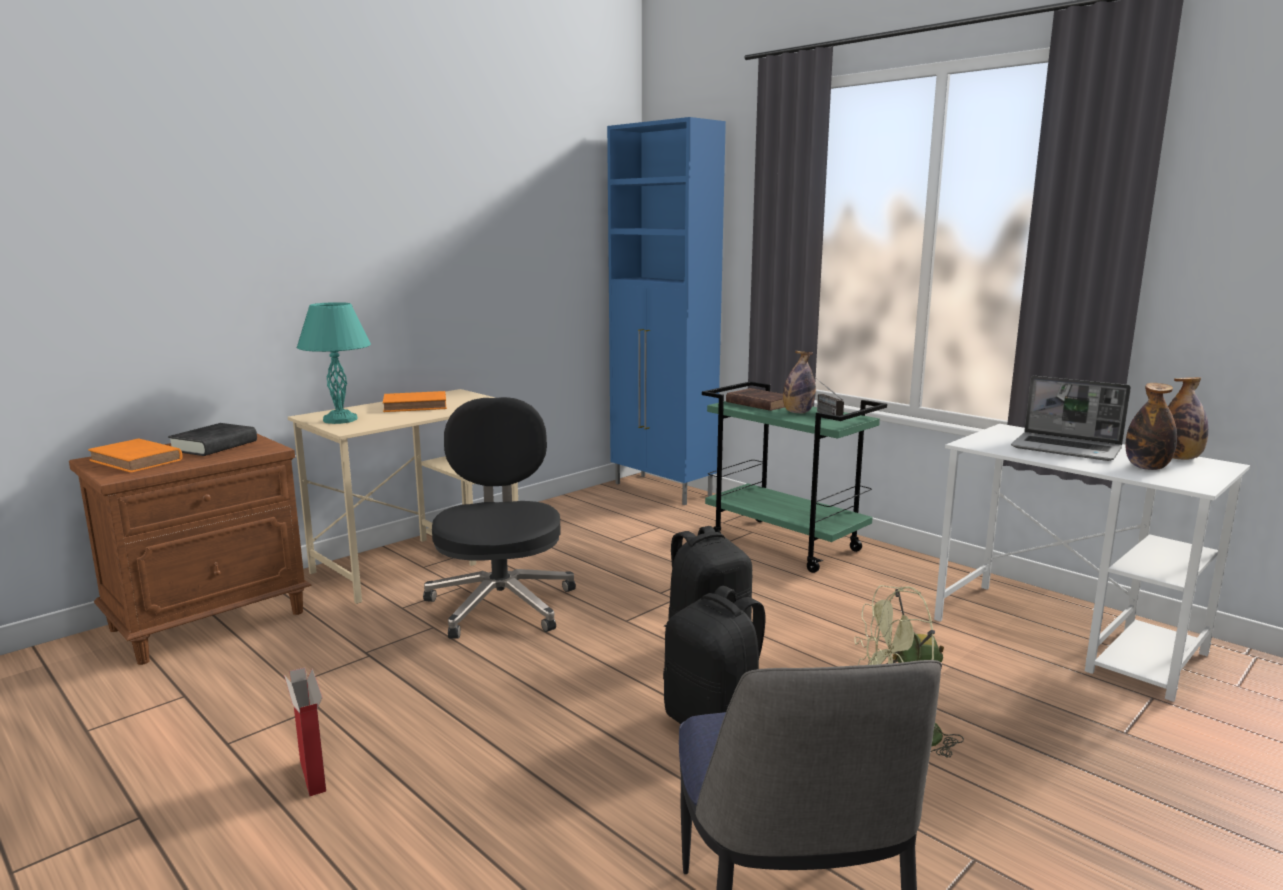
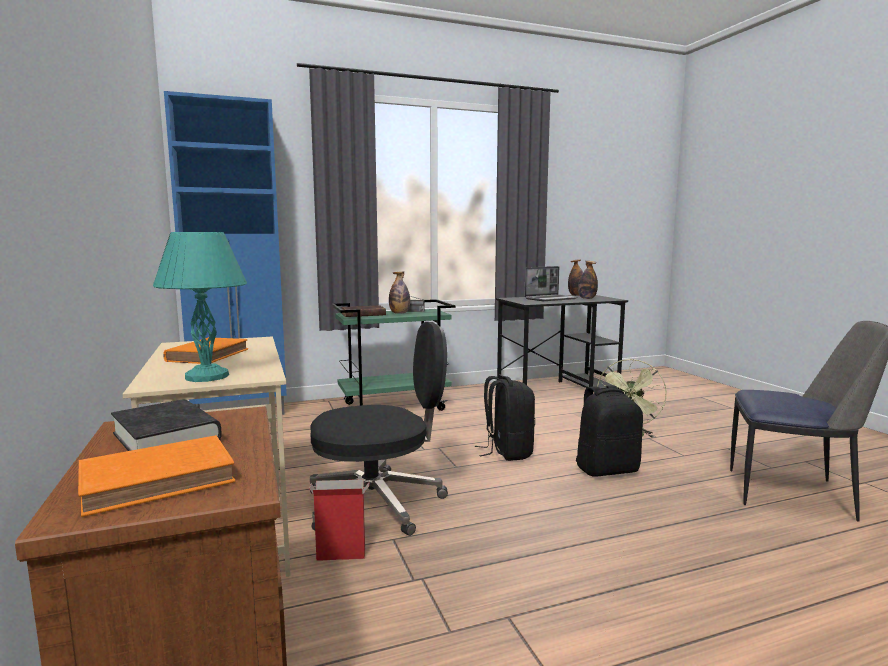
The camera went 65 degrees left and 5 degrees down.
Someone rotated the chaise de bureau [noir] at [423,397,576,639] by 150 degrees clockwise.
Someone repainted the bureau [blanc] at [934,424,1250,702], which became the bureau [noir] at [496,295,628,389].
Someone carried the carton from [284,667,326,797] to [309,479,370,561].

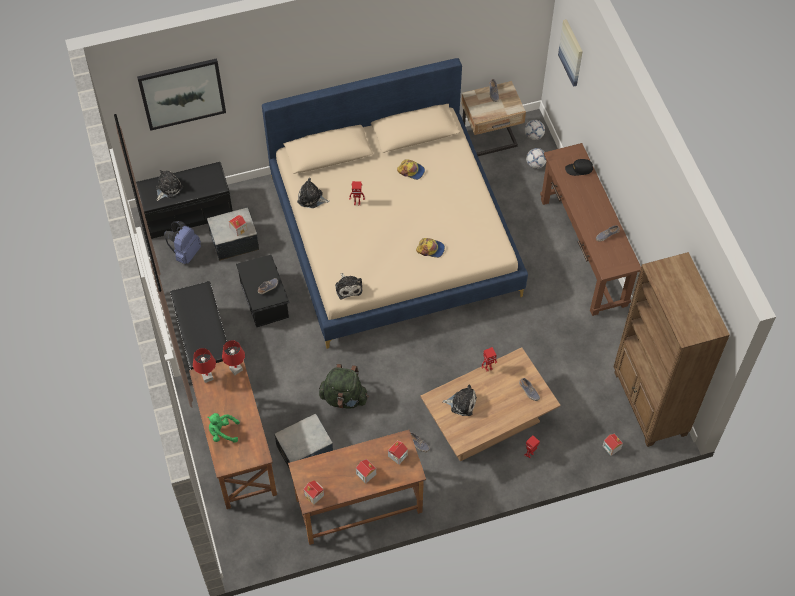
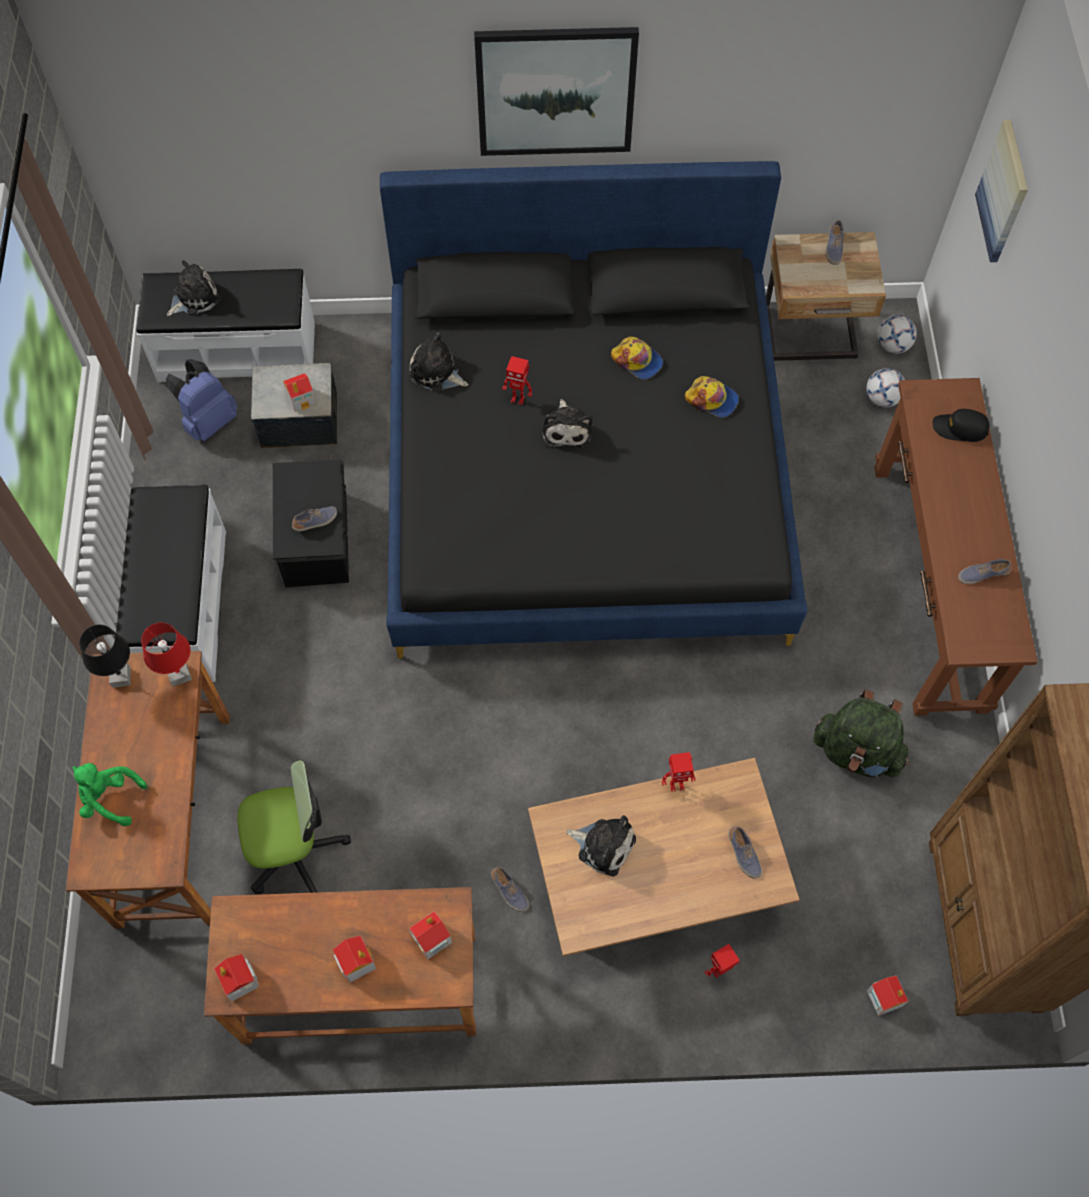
The camera went 15 degrees right and 5 degrees up.
Someone carried the tableau from [137,58,226,131] to [474,27,639,156].
Someone repainted the lit [beige] at [262,58,528,349], which became the lit [noir] at [380,161,807,658].
Someone repainted the banc [noir] at [136,162,233,239], which became the banc [blanc] at [136,269,315,382].
Someone carried the casquette from [416,238,445,258] to [685,376,739,418].
Someone carried the peluche from [335,273,363,299] to [542,399,592,448].
Someone repainted the lampe de table [rouge] at [193,348,216,383], which became the lampe de table [noir] at [79,625,131,688].
Someone carried the sac à dos [vert] from [319,364,369,409] to [813,689,910,777].
Someone swapped the boîte de rangement at [274,414,333,468] for the chaise de bureau at [237,760,351,894].

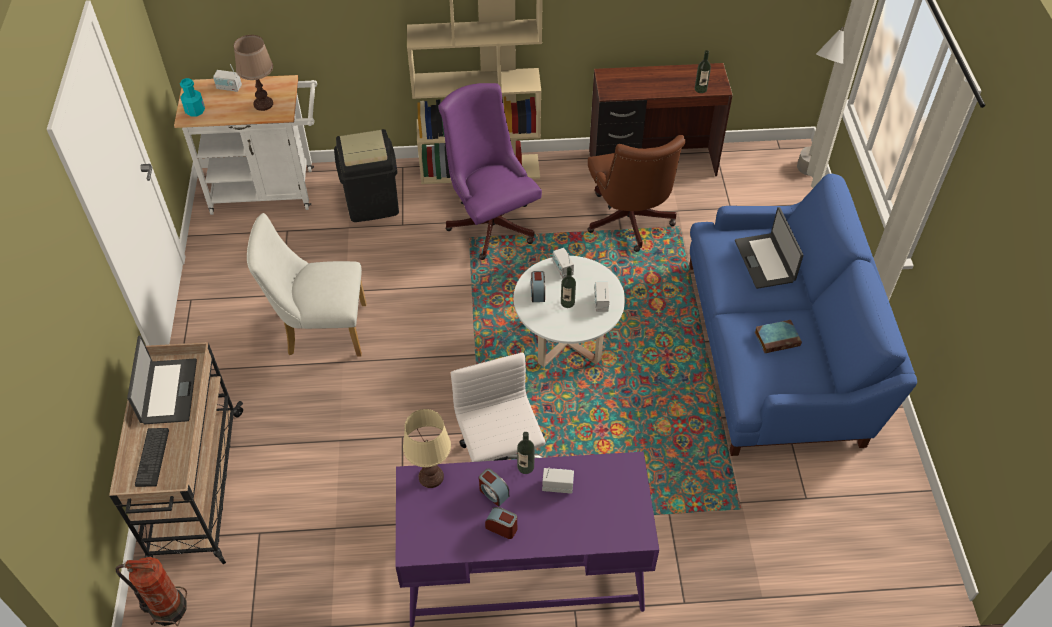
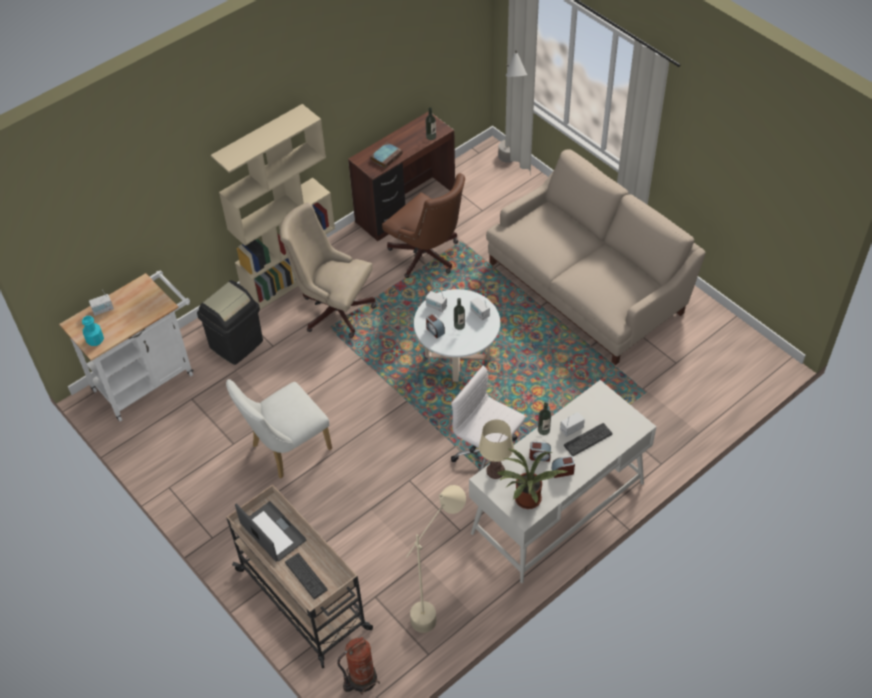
The camera went 35 degrees left and 0 degrees up.
Someone took away the lampe de table [marron] at [234,35,273,111].
Someone repainted the chaise de bureau [violet] at [438,83,542,260], which became the chaise de bureau [beige] at [280,202,376,338].
Someone repainted the canapé [bleu] at [689,174,917,456], which became the canapé [beige] at [486,149,706,365].
Someone took away the ordinateur portable at [735,207,804,289].
Someone carried the livre from [755,320,802,353] to [371,142,402,168].
Someone repainted the bureau [violet] at [396,452,659,627], which became the bureau [blanc] at [469,380,657,583].
Someone put down the clavier at [564,423,612,456].
Someone put down the plante en pot at [497,449,568,509].
Someone put down the lampadaire [beige] at [406,485,466,633].

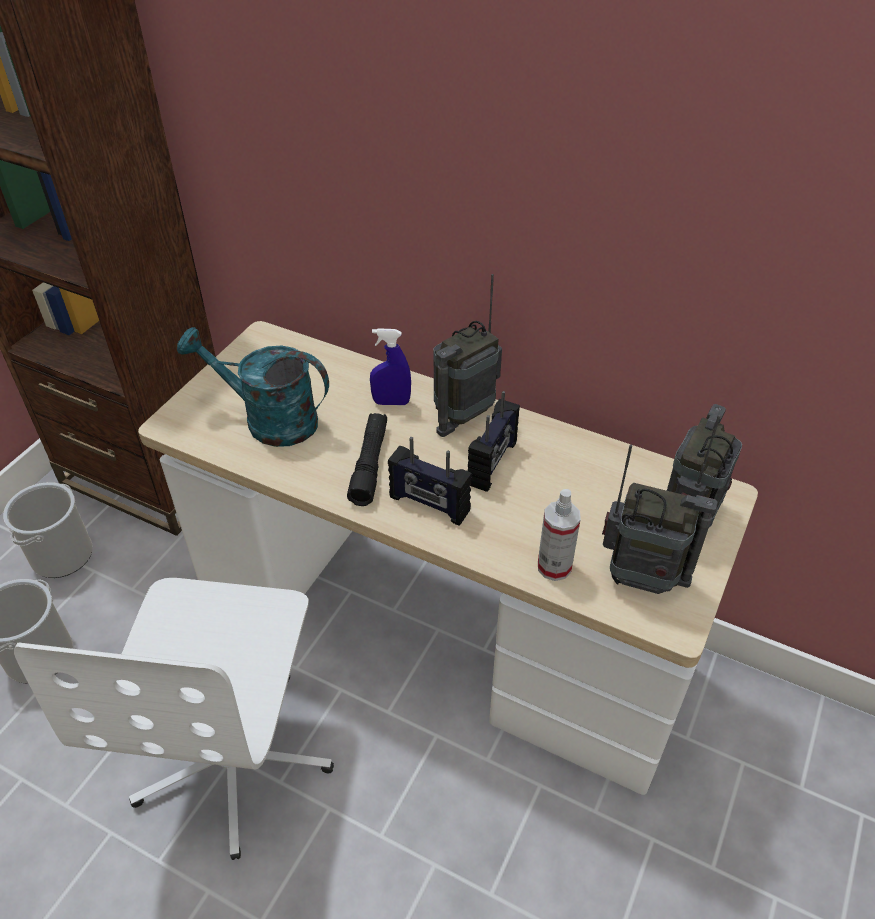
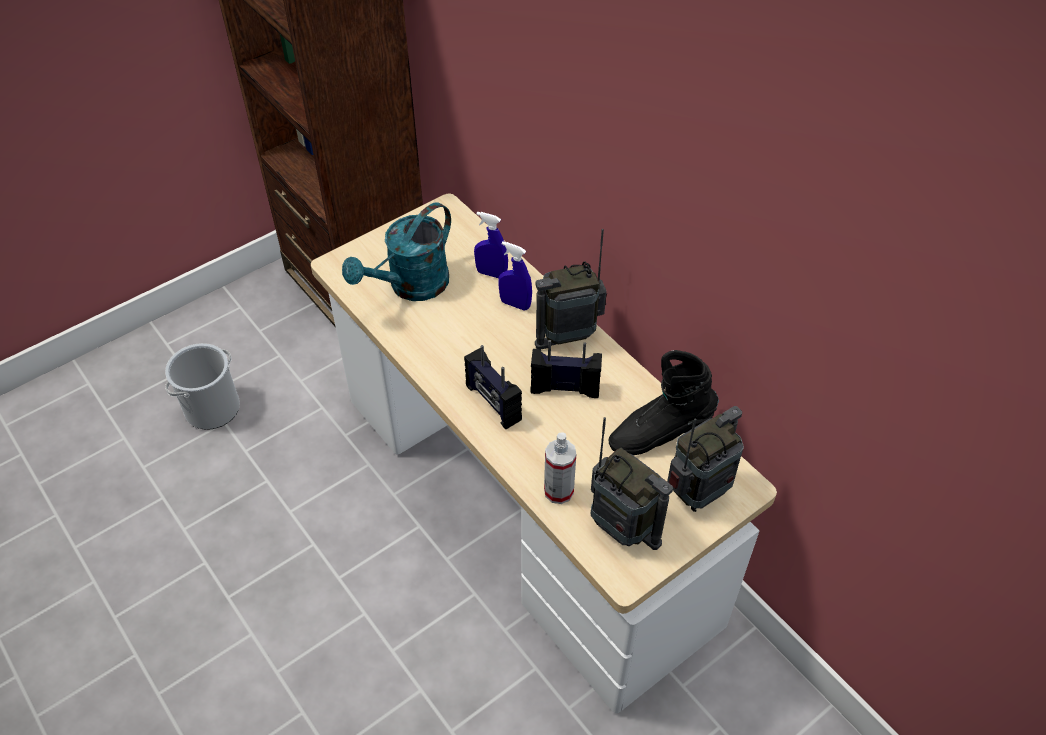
The camera went 25 degrees right and 5 degrees up.
Someone rotated the arrosoir [turquoise] at [177,327,329,447] by 90 degrees counterclockwise.
Someone rotated the radio at [468,391,520,492] by 135 degrees counterclockwise.
Someone took away the lampe de poche [noir] at [347,413,387,506].
Someone took away the seau at [3,482,93,578].
Someone took away the chaise de bureau [blanc] at [14,578,334,860].
Someone put down the vaporisateur [bleu] at [474,212,508,278].
Someone put down the botte [noir] at [608,350,719,455].

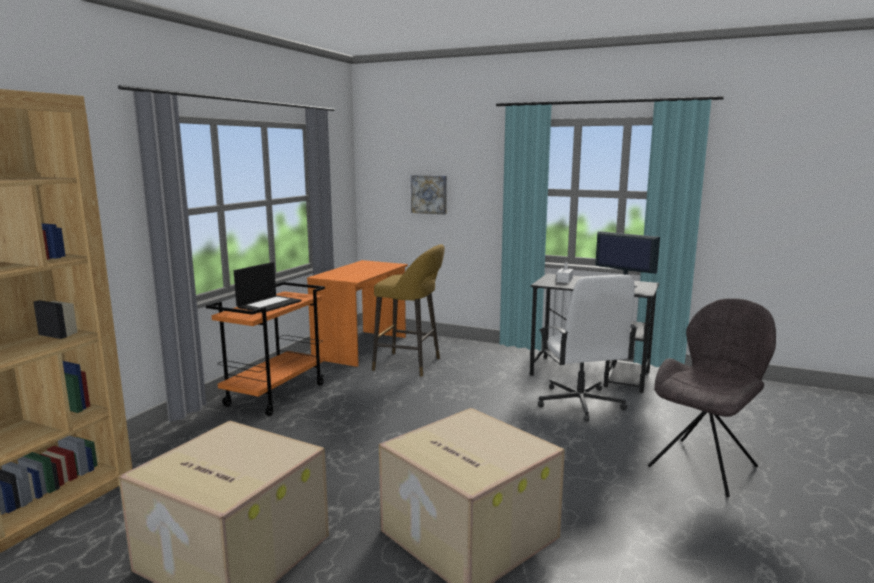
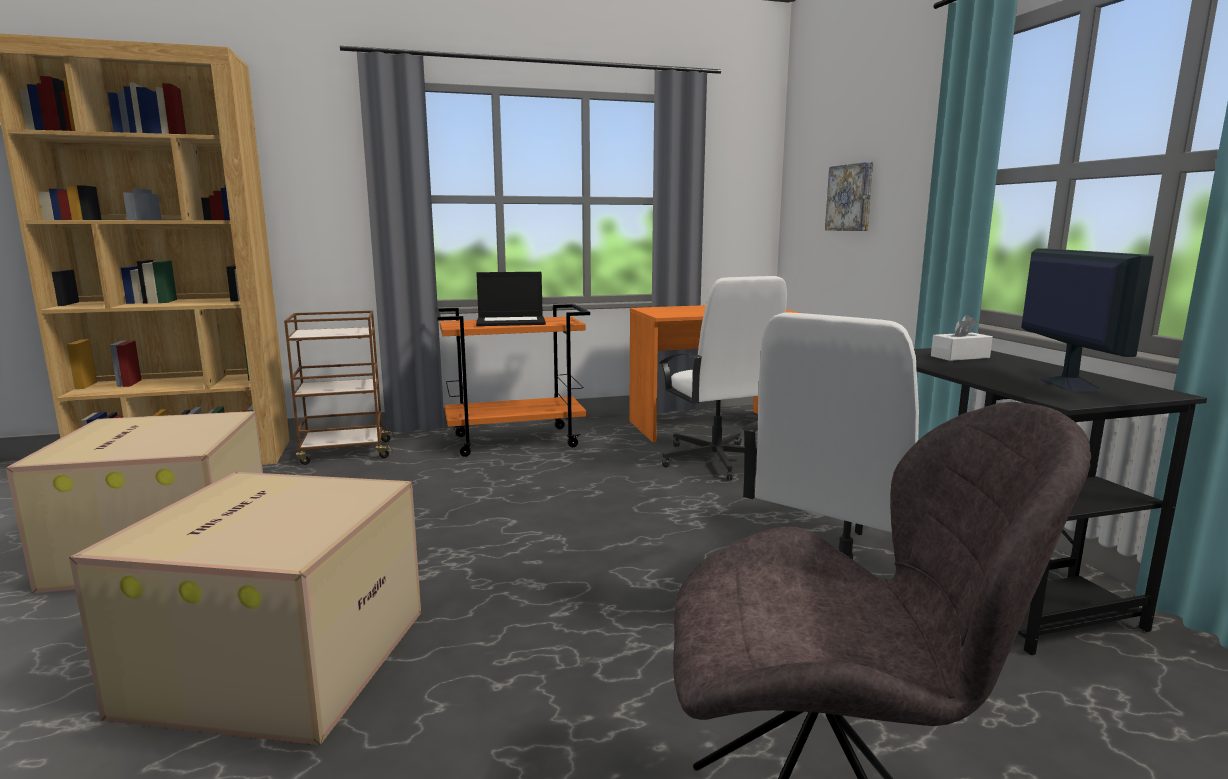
The camera went 50 degrees right and 0 degrees up.
Someone swapped the tabouret [jaune] at [372,244,445,377] for the chaise de bureau [blanc] at [660,276,787,480].
Someone put down the chariot [marron] at [284,311,395,465].

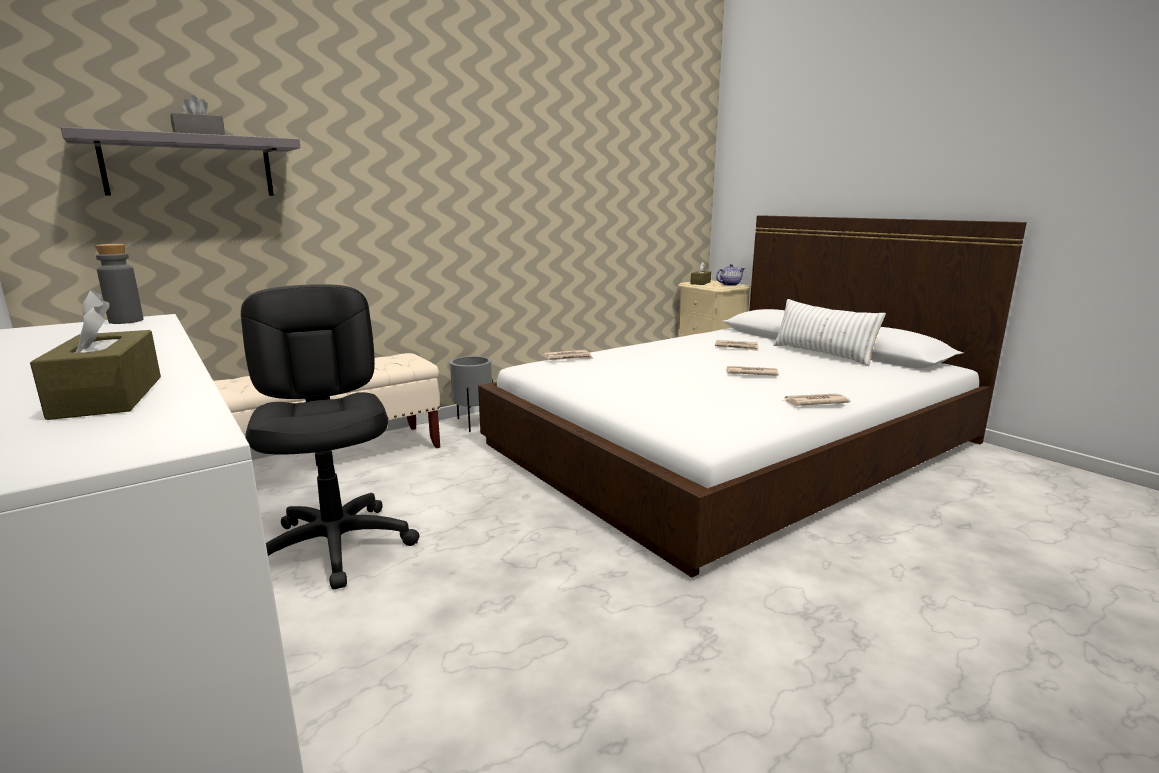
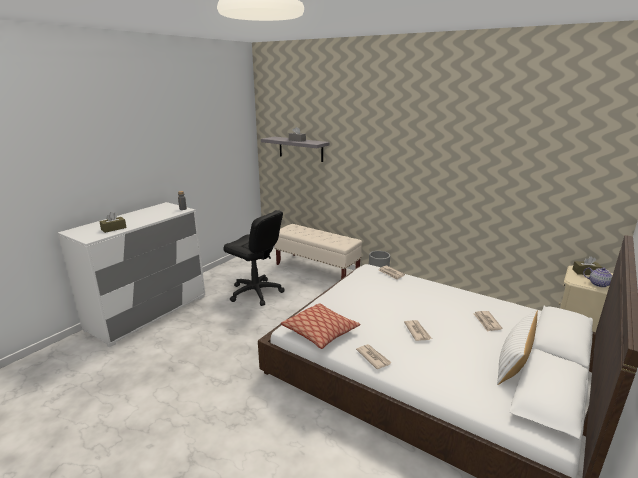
The camera went 70 degrees right and 5 degrees up.
Someone rotated the chaise de bureau [noir] at [241,284,420,589] by 75 degrees clockwise.
Someone put down the coussin at [281,303,361,349].

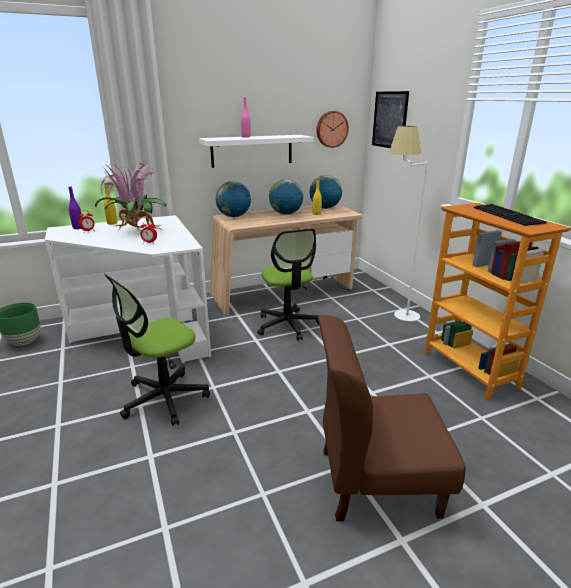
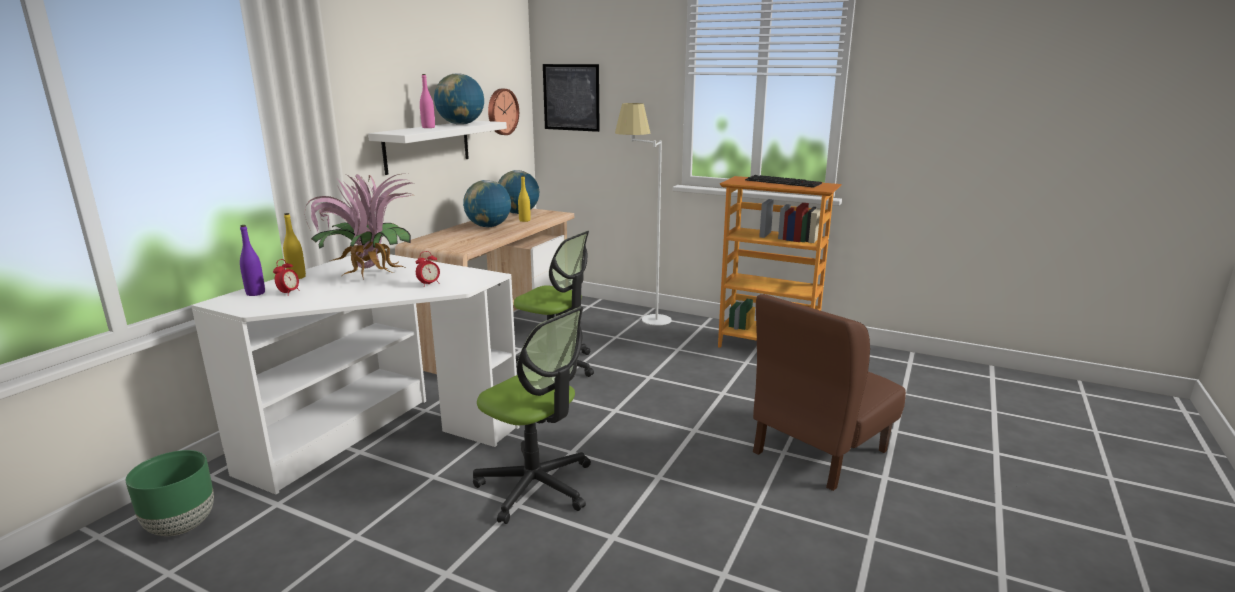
The camera went 40 degrees left and 5 degrees down.
Someone carried the globe from [216,181,251,217] to [434,73,484,125].
Someone rotated the chaise de bureau at [104,273,210,426] by 60 degrees counterclockwise.

